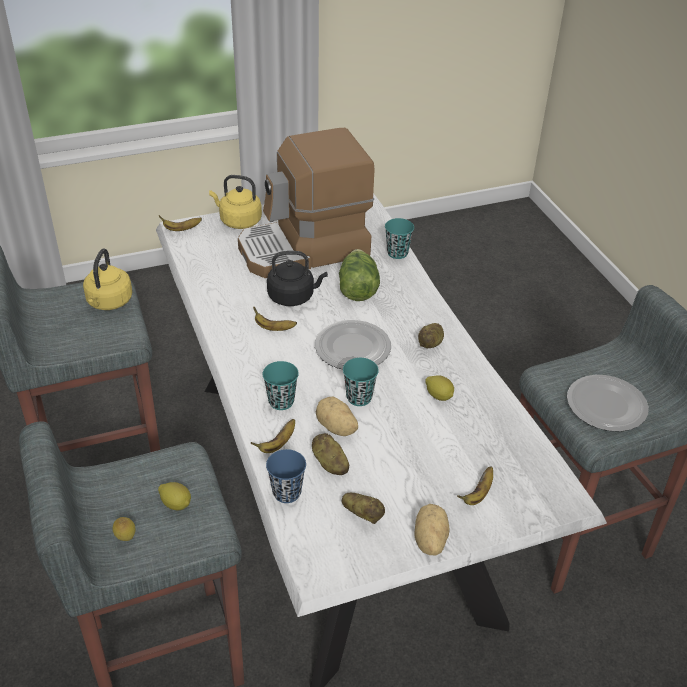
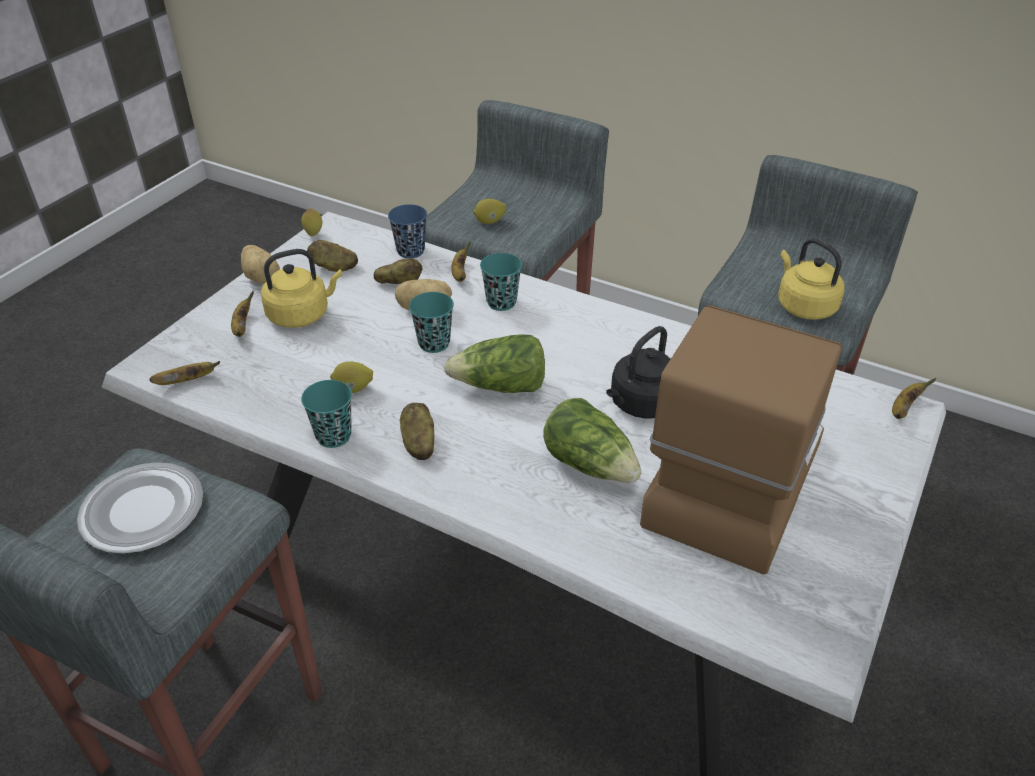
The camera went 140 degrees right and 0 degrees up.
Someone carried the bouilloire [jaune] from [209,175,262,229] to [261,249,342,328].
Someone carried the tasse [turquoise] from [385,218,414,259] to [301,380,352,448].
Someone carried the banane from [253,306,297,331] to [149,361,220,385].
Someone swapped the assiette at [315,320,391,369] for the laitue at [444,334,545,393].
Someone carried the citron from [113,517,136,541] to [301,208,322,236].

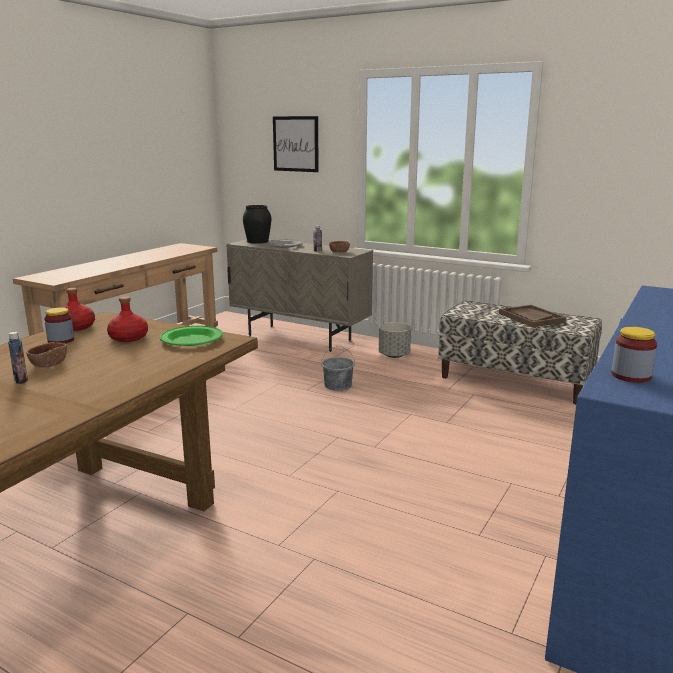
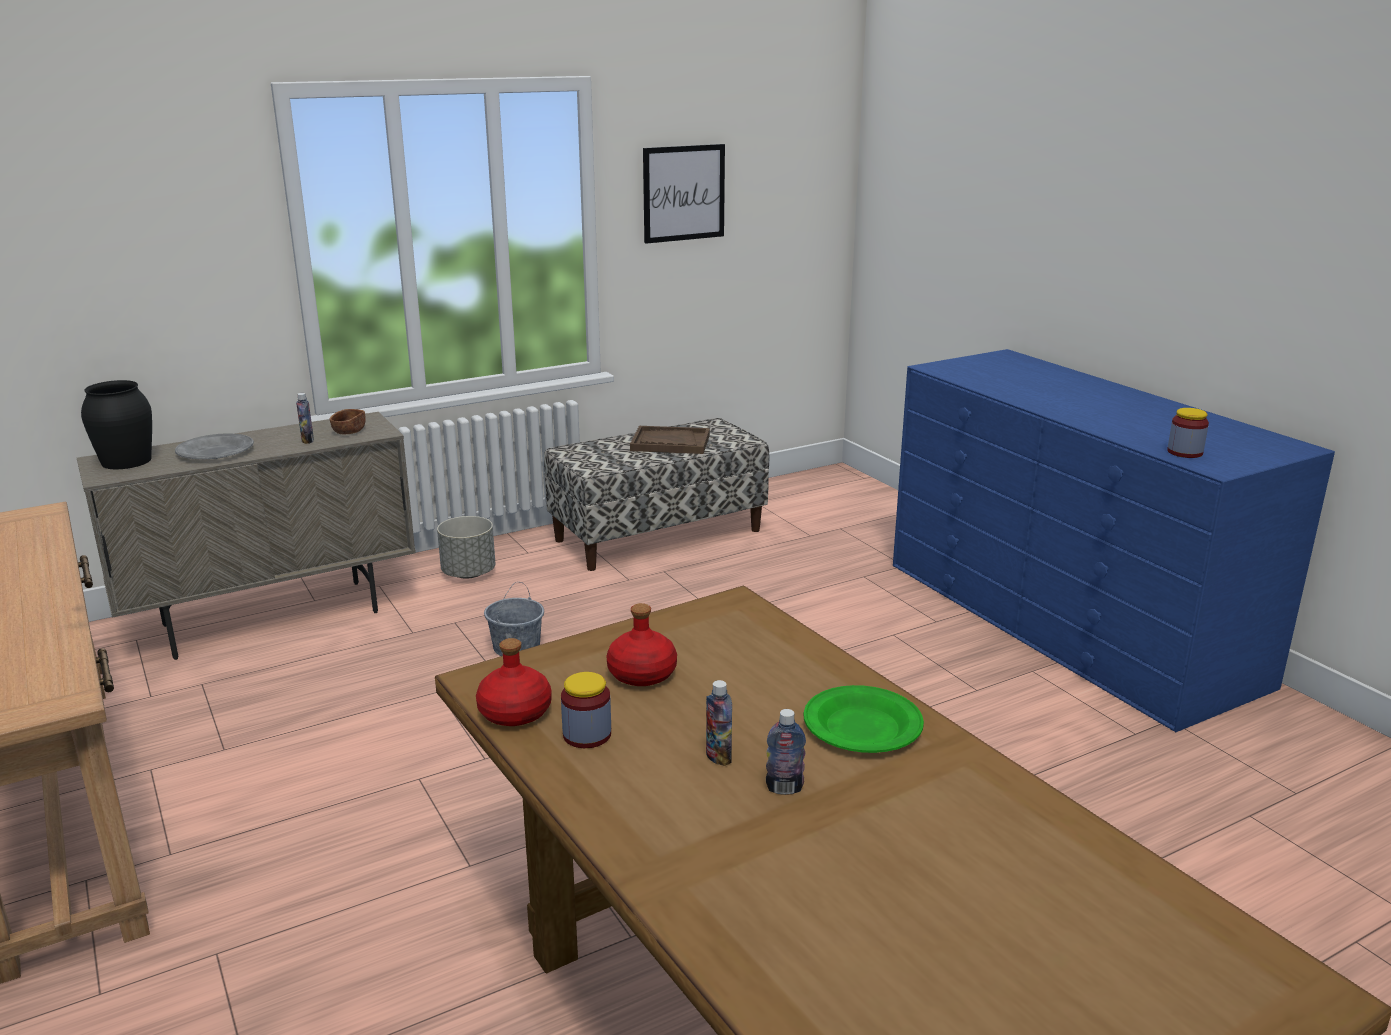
The camera went 60 degrees left and 5 degrees up.
Someone carried the tableau from [273,116,319,172] to [643,144,725,244].
Someone carried the assiette [vert] from [160,326,223,346] to [803,685,924,753].
Someone swapped the bol [marron] at [26,342,67,368] for the bouteille at [706,680,732,766].

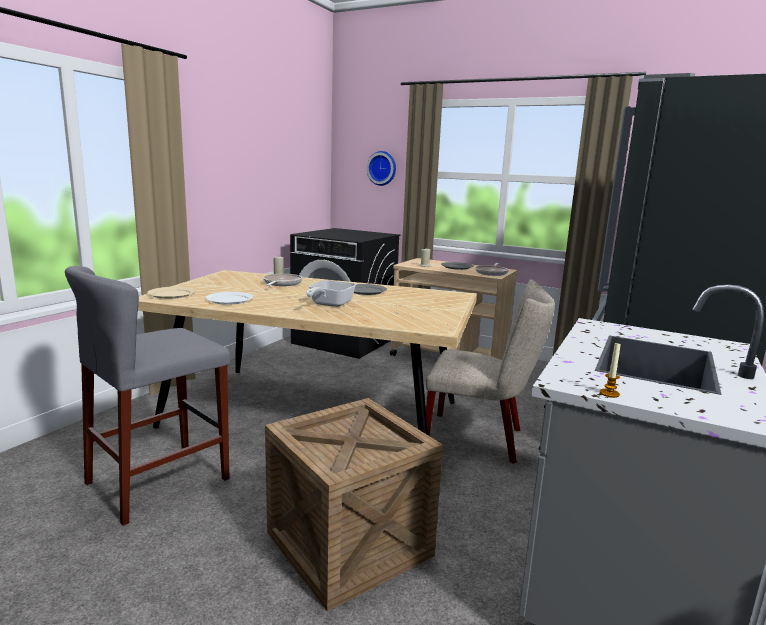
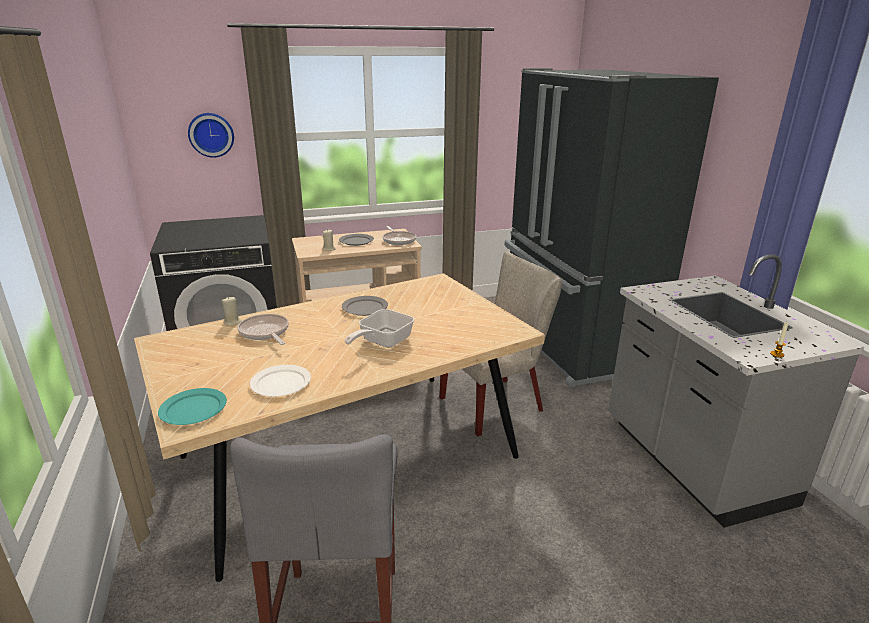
The camera went 45 degrees left and 10 degrees up.
Someone rotated the poêle at [306,280,356,307] by 60 degrees clockwise.
Someone repainted the assiette [beige] at [147,287,195,299], which became the assiette [turquoise] at [158,388,227,425].
Someone took away the caisse at [265,398,443,611].

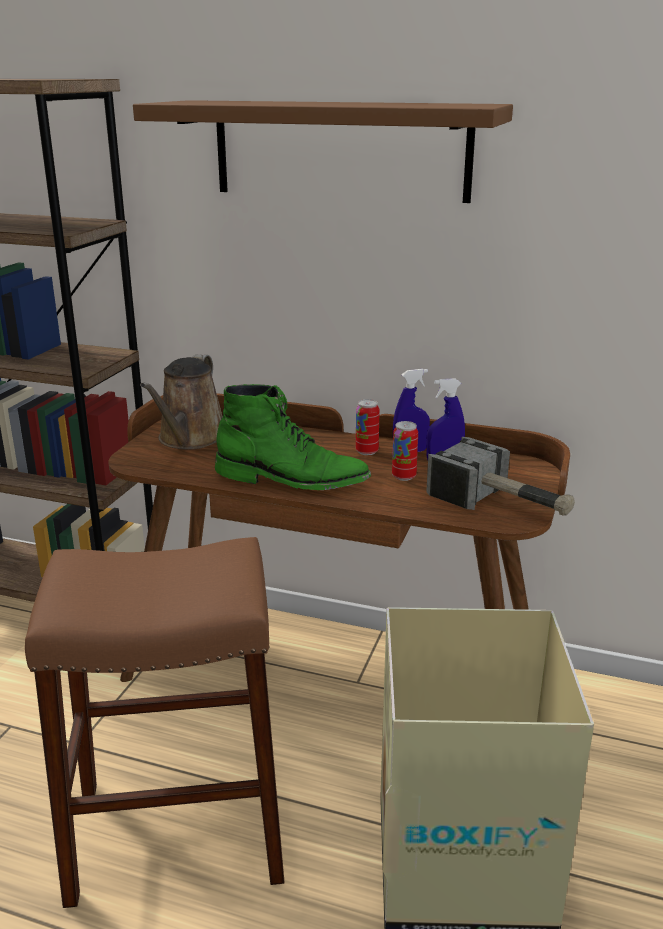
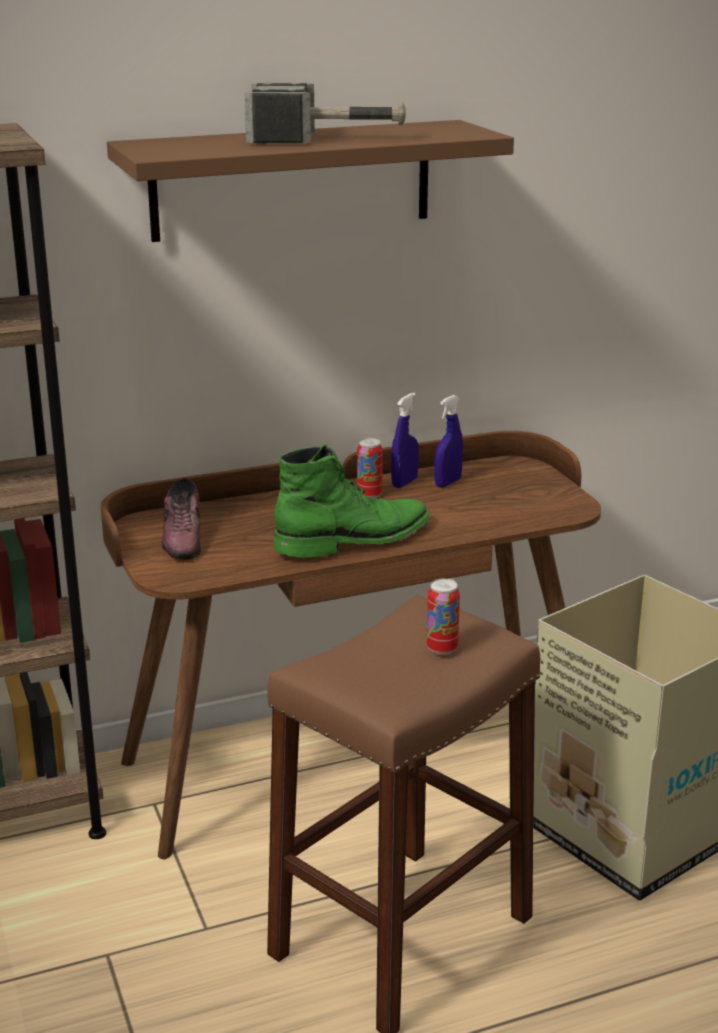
The camera went 40 degrees left and 0 degrees up.
Someone swapped the arrosoir [marron] at [140,355,223,450] for the chaussure at [162,478,201,559].
Someone carried the boîte métallique from [392,421,418,481] to [426,579,460,655].
Someone carried the marteau from [426,437,575,516] to [245,83,406,144].

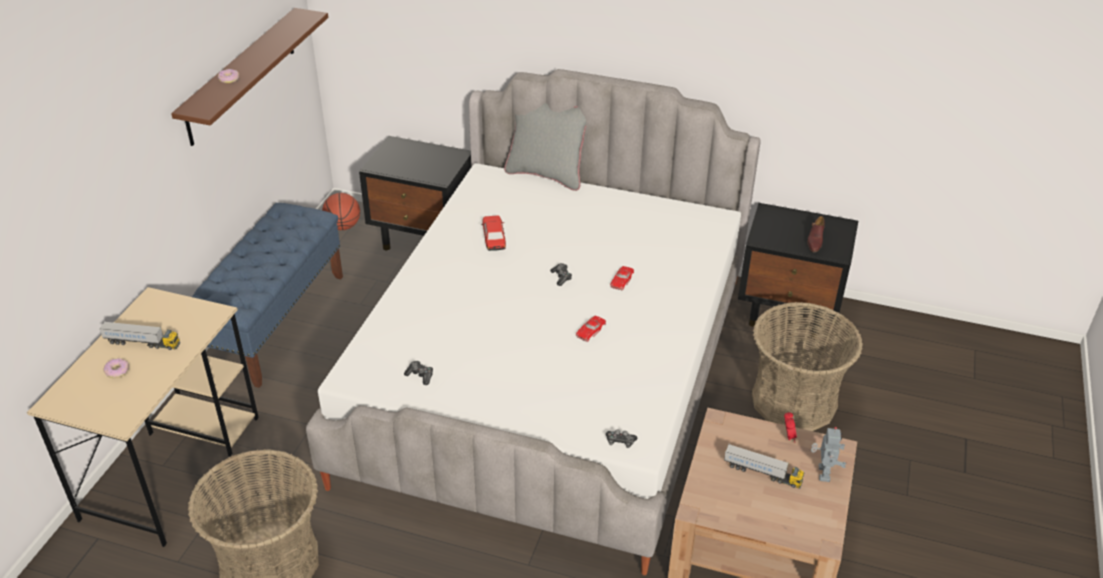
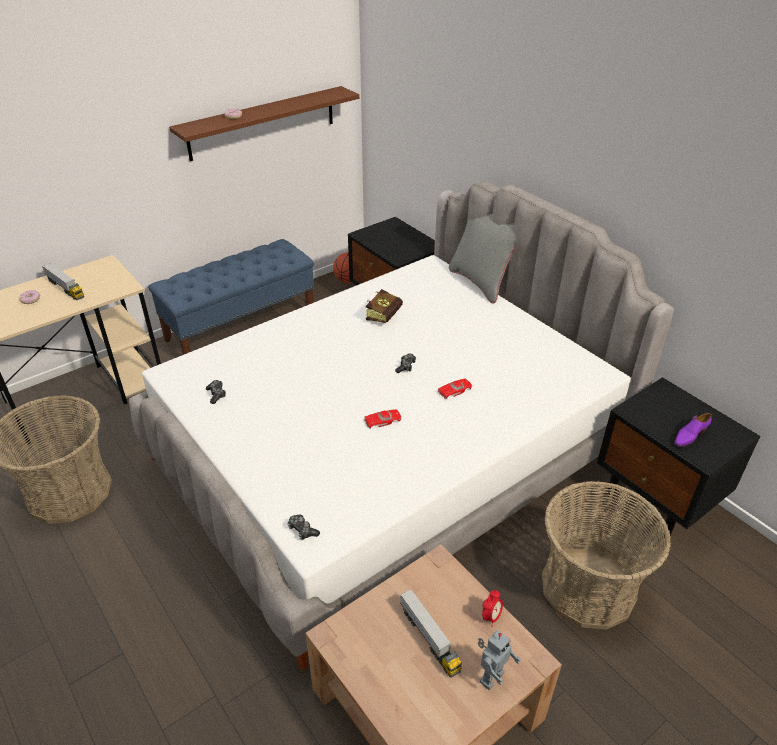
The camera went 35 degrees right and 0 degrees up.
Someone swapped the petite voiture at [482,215,506,251] for the livre at [366,289,403,323].
Someone repainted the chaussure [marron] at [807,216,825,252], which became the chaussure [violet] at [674,413,712,447].

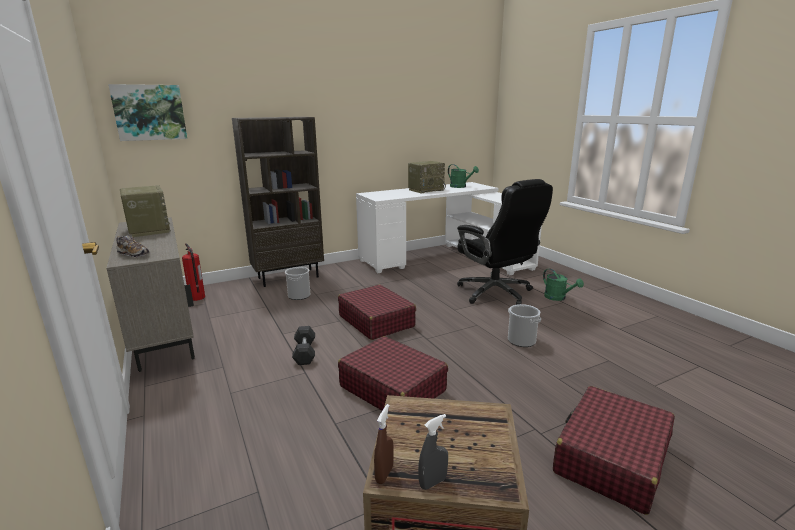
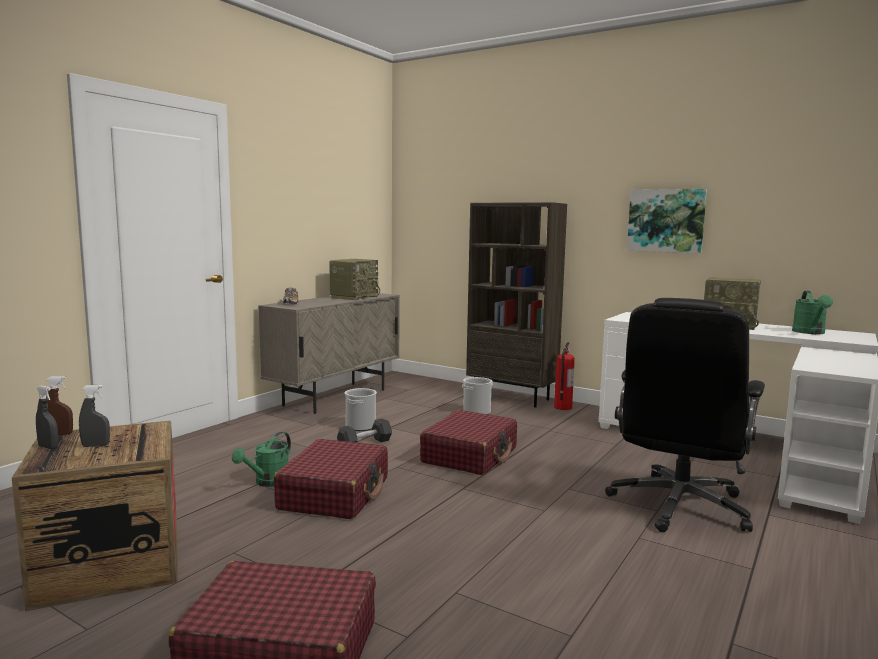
The camera went 60 degrees right and 10 degrees down.
Someone carried the tableau from [108,84,187,141] to [627,189,707,253].
Someone carried the extincteur from [182,243,205,301] to [554,342,575,410].
Someone carried the arrosoir [vert] from [543,268,584,301] to [232,432,291,487].
Someone carried the seau from [508,304,541,347] to [345,388,377,431].
Someone put down the vaporisateur [gris] at [79,385,110,447].

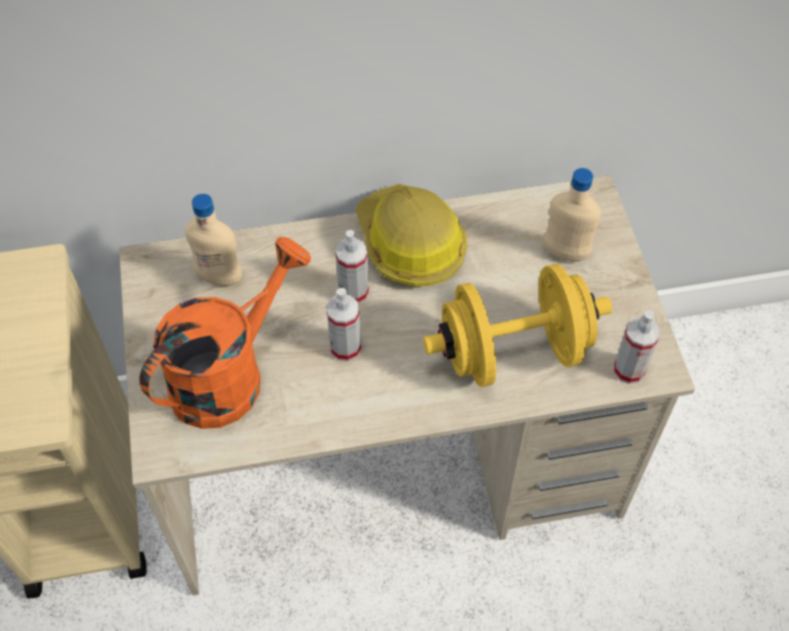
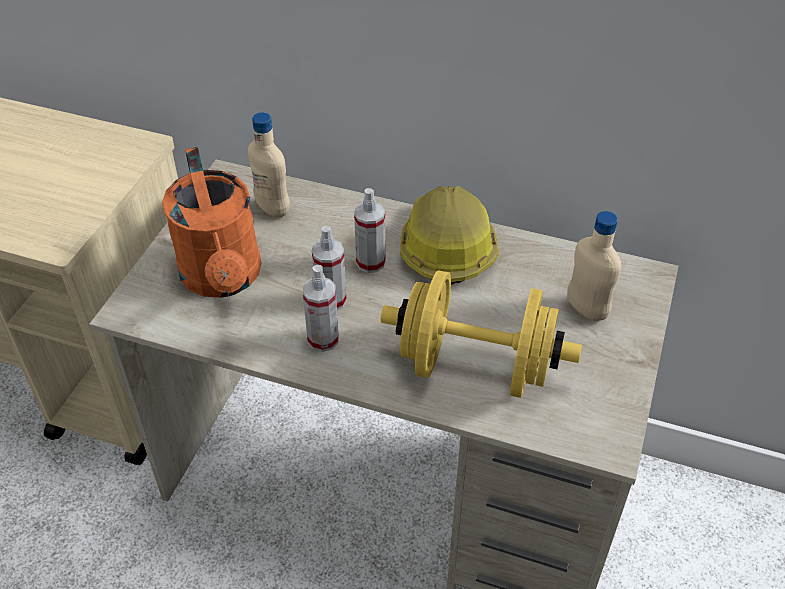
The camera went 30 degrees right and 10 degrees down.
Someone rotated the arrosoir [orange] at [140,237,311,429] by 90 degrees clockwise.
Someone carried the vaporisateur from [614,310,660,384] to [303,265,339,352].

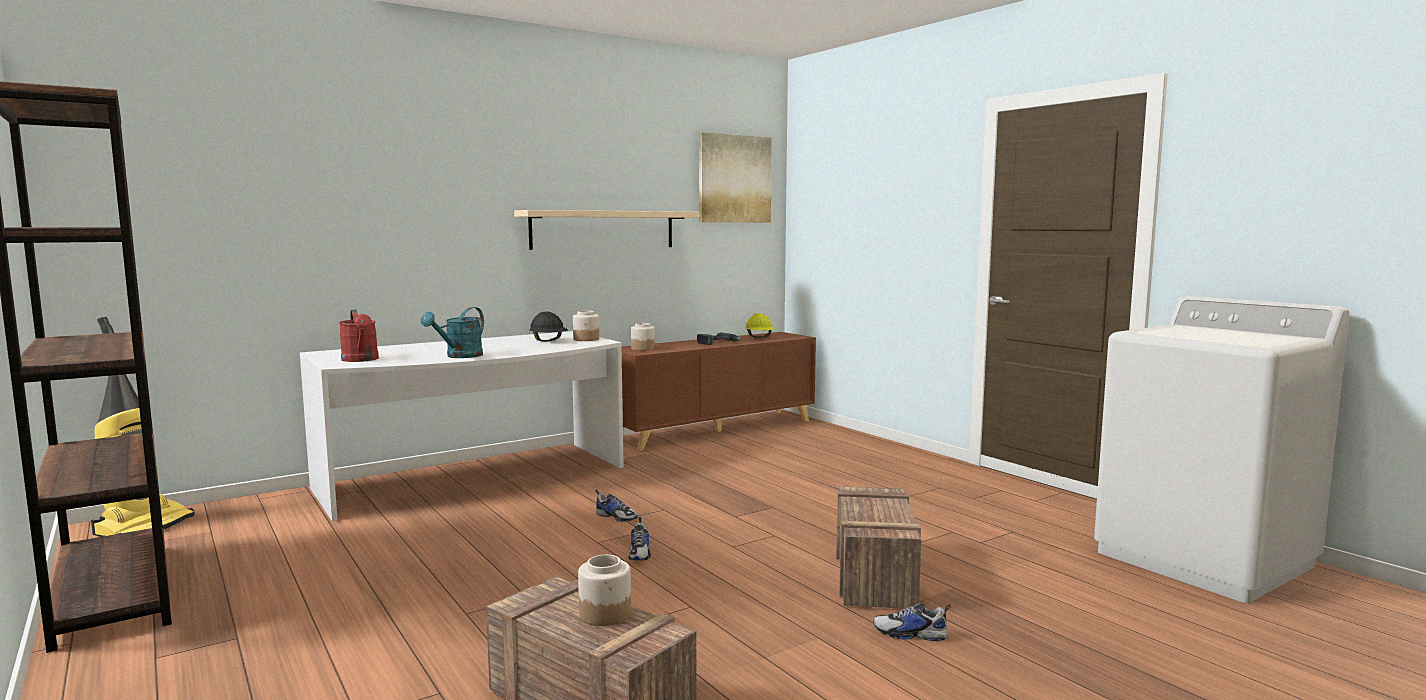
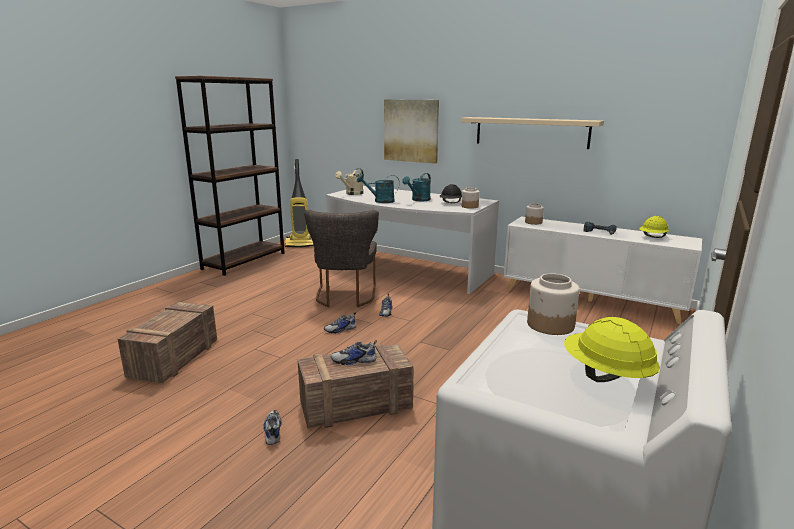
The camera went 65 degrees right and 10 degrees up.
Someone carried the tableau from [699,132,772,222] to [384,99,439,164].
Someone repainted the arrosoir [rouge] at [339,310,379,362], which became the arrosoir [beige] at [335,168,364,195].
Someone repainted the meuble de rangement [marron] at [622,332,816,451], which became the meuble de rangement [blanc] at [504,216,702,324].
Someone carried the bocal from [578,555,631,626] to [527,273,580,335].
Someone put down the arrosoir [turquoise] at [402,173,431,201].
Someone put down the chaise [gris] at [304,209,379,307].
Someone put down the casque de chantier [jaune] at [564,317,660,382].
Someone put down the chaussure at [331,340,377,365].

